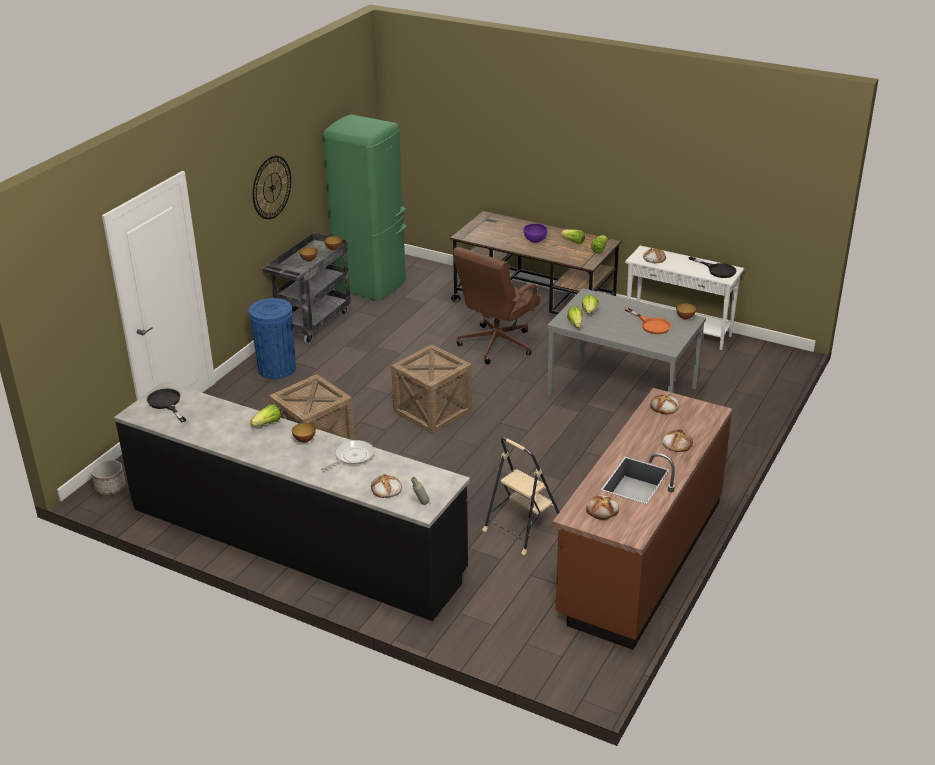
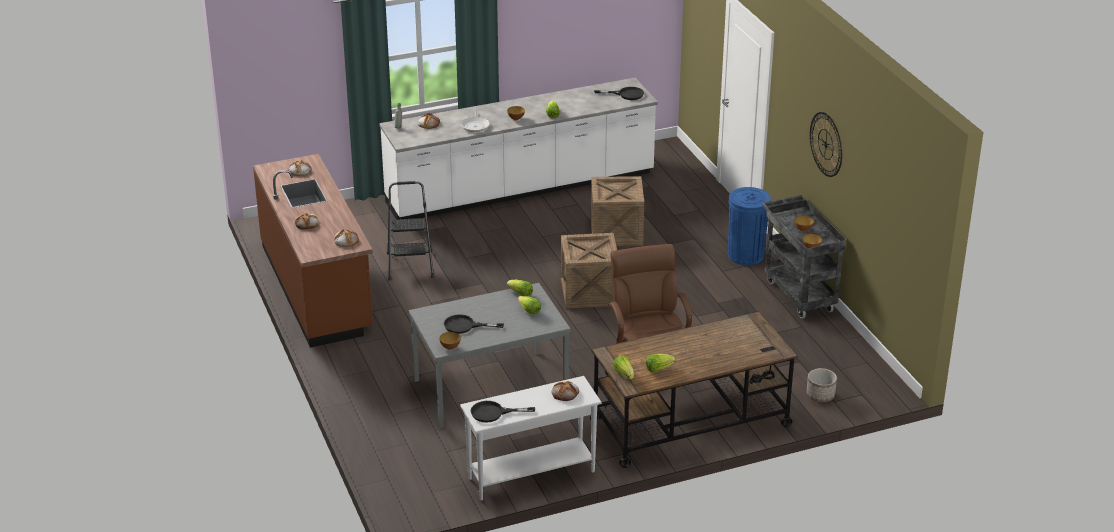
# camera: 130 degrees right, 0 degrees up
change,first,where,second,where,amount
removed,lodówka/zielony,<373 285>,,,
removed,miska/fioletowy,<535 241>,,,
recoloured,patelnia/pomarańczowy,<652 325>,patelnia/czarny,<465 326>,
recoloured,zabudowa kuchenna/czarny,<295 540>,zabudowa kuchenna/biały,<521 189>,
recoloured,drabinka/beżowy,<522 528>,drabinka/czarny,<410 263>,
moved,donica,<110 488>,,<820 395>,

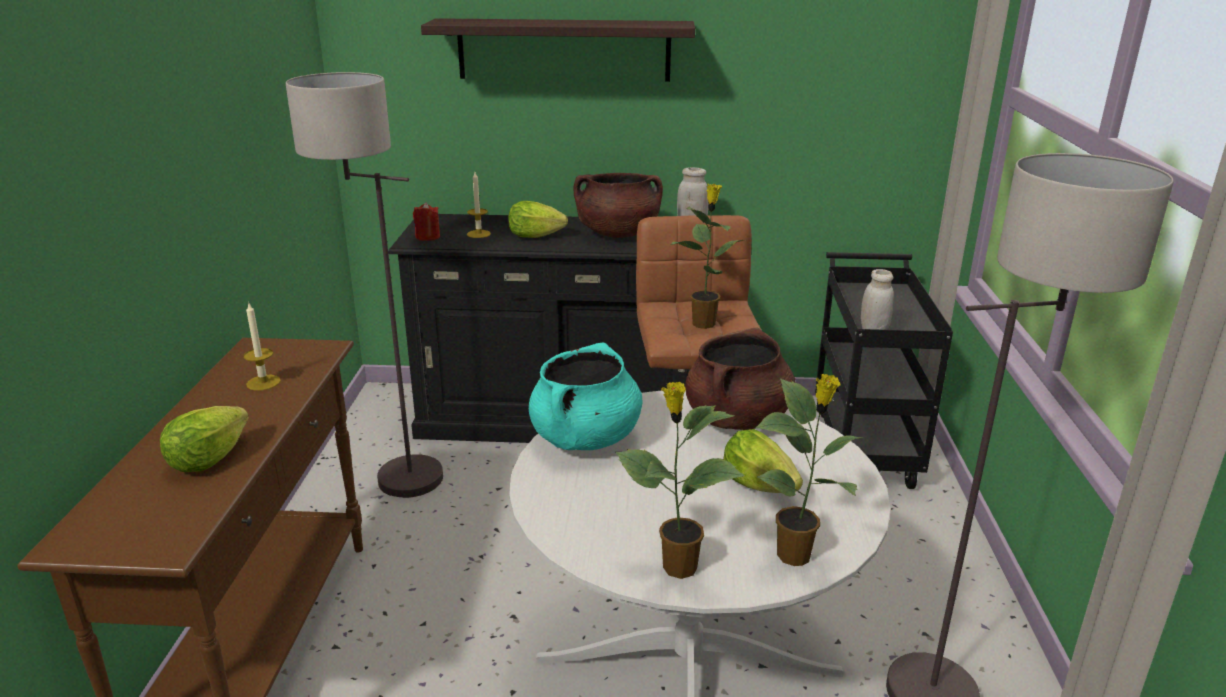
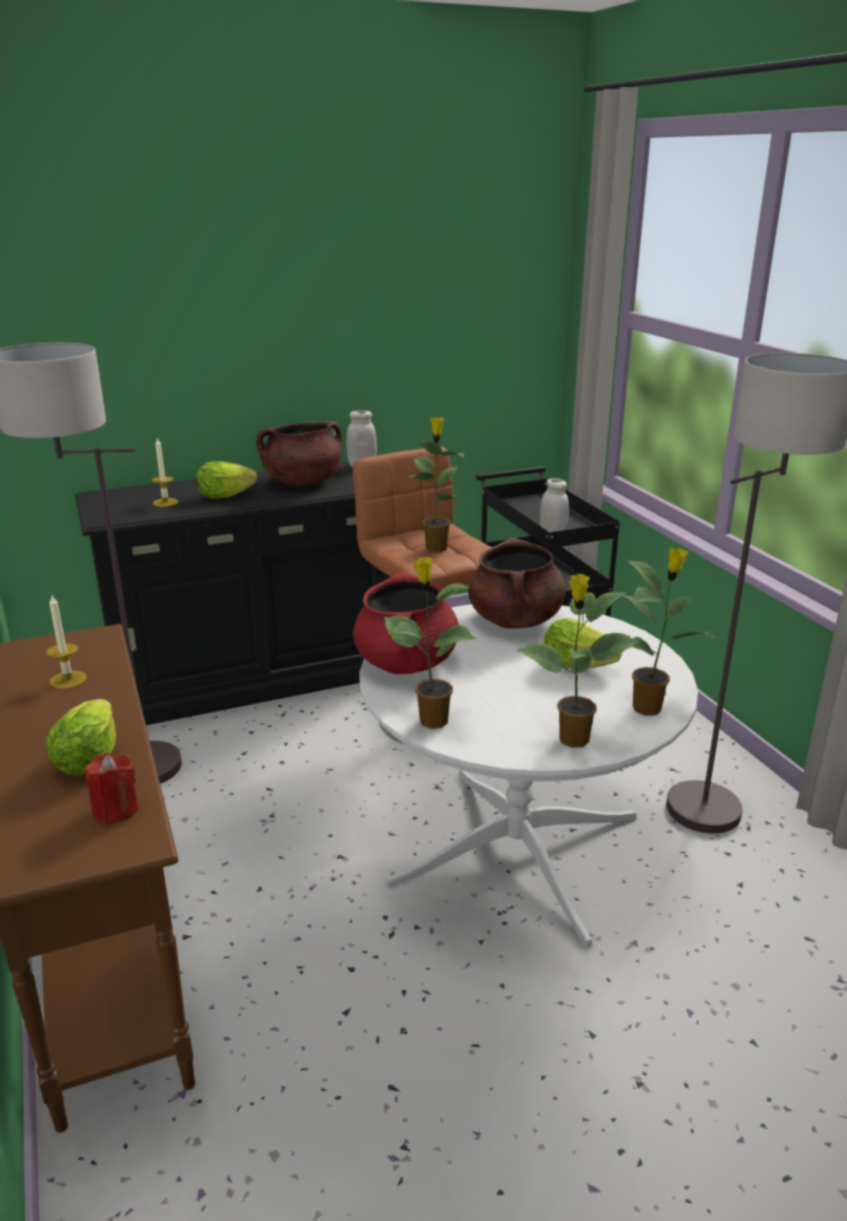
# camera: 25 degrees left, 0 degrees up
change,first,where,second,where,amount
removed,półka,<564 50>,,,
moved,świeca/czerwony,<428 237>,,<115 810>,
recoloured,garnek/turkusowy,<585 438>,garnek/czerwony,<406 663>,
added,,,roślina doniczkowa,<431 721>,

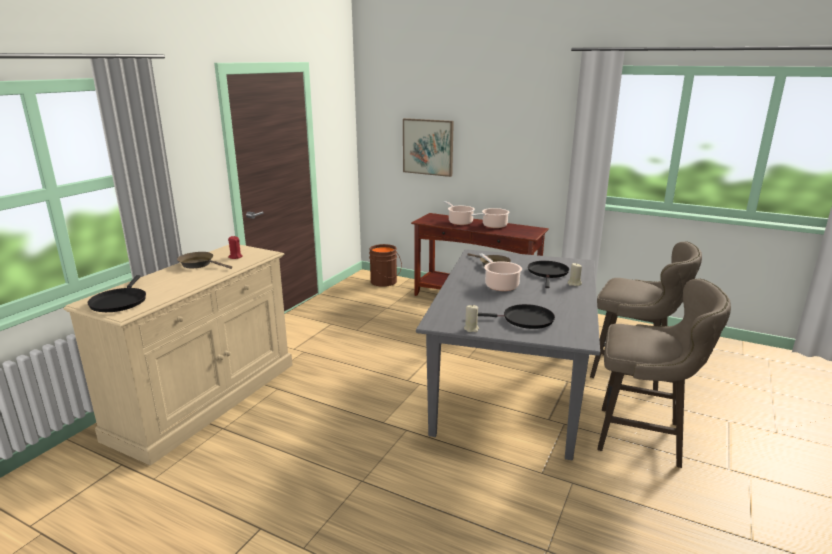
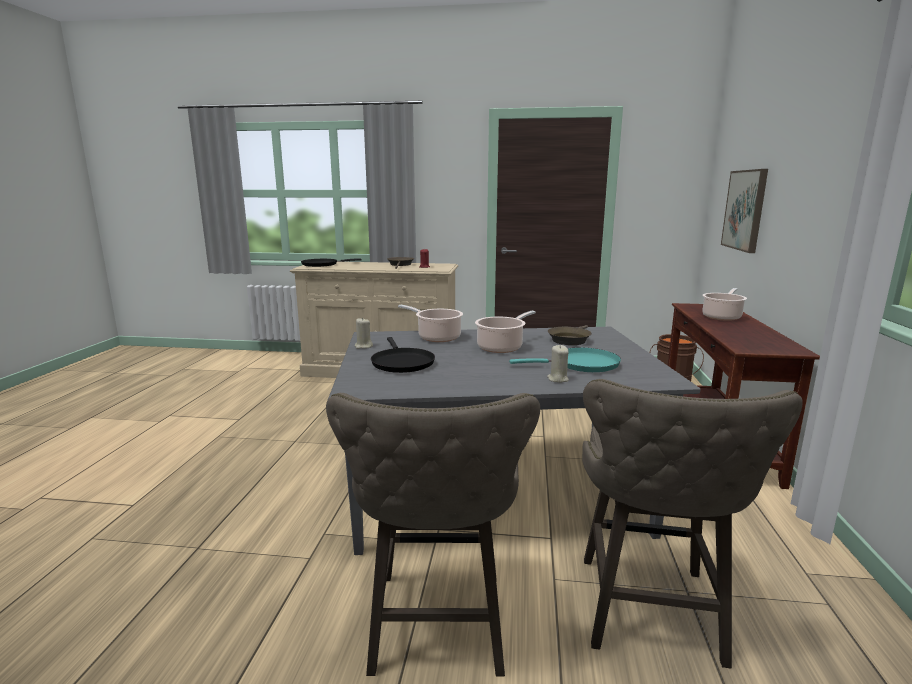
# camera: 70 degrees right, 5 degrees down
change,first,where,second,where,amount
moved,garnek,<493 226>,,<436 337>,
recoloured,patelnia/czarny,<548 273>,patelnia/turkusowy,<581 364>,

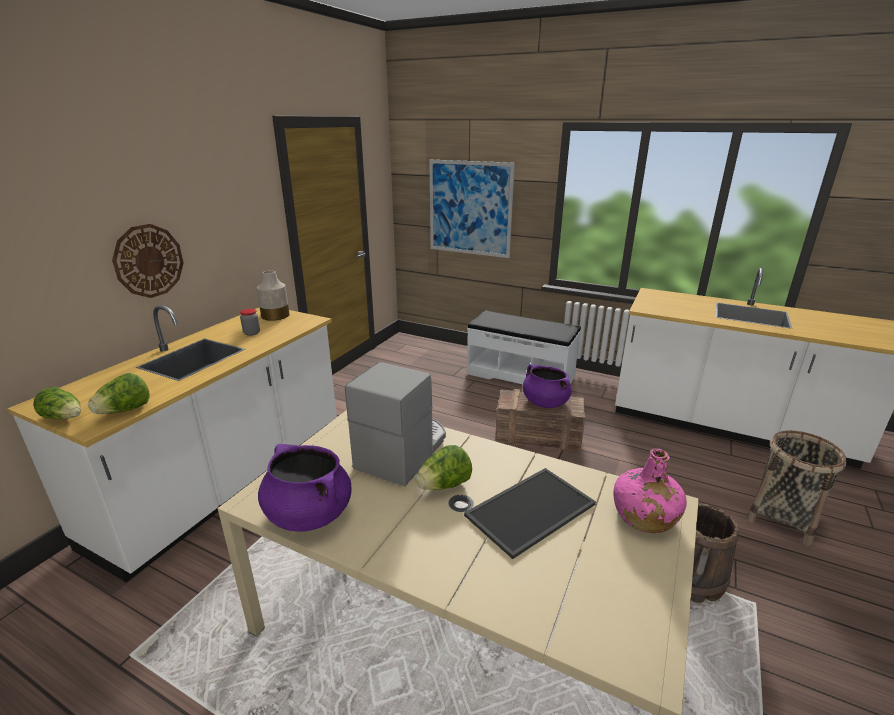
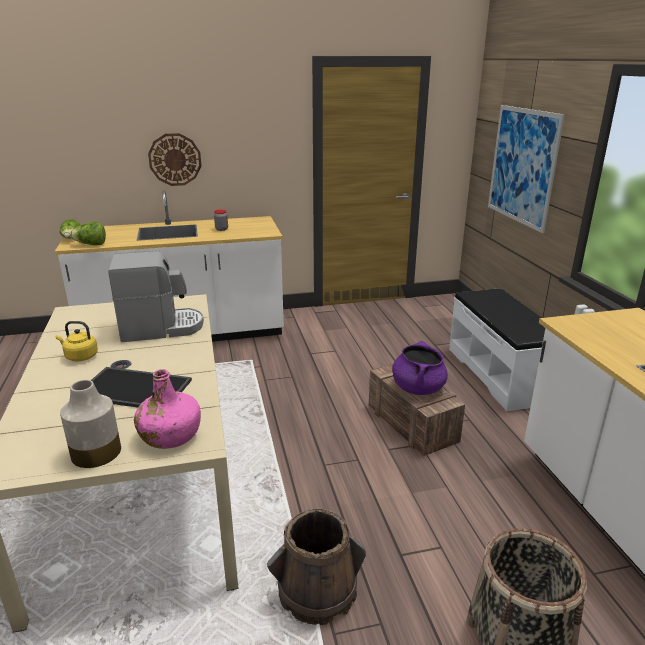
# camera: 50 degrees right, 0 degrees up
change,first,where,second,where,amount
moved,wazon/beżowy,<275 315>,,<96 452>,
removed,garnek/fioletowy,<308 514>,,,
removed,sałata,<444 485>,,,
added,,,czajnik/żółty,<80 356>,

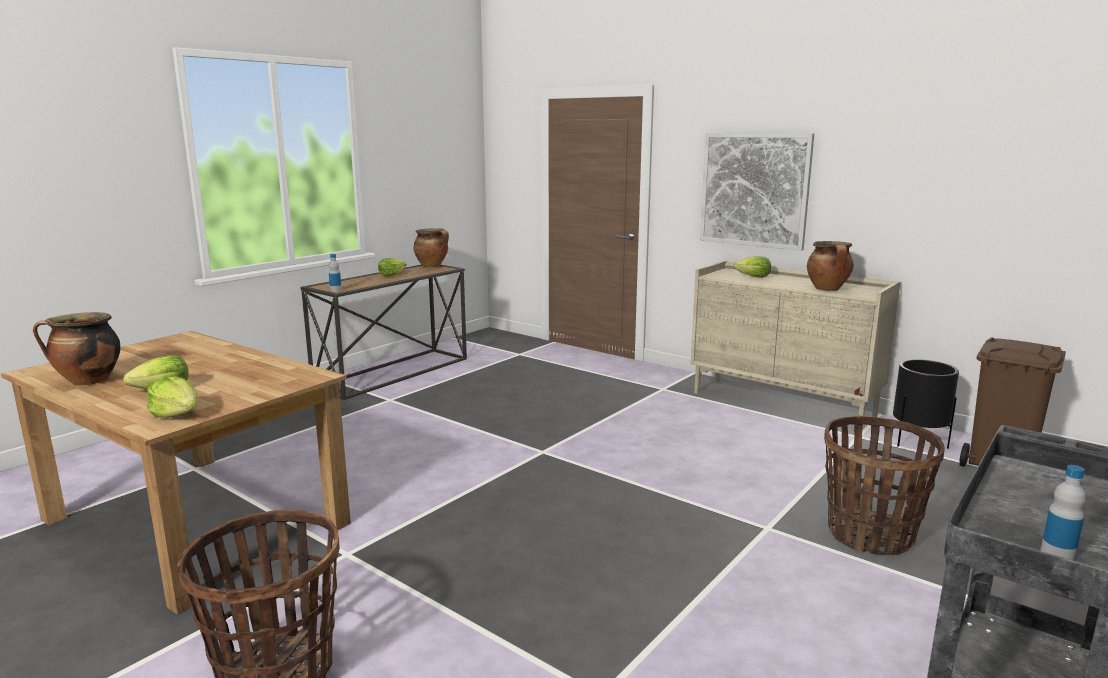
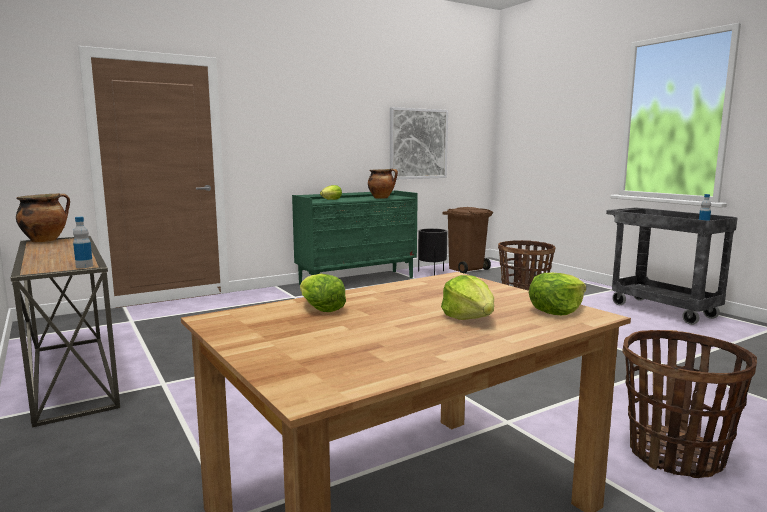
# camera: 70 degrees left, 5 degrees down
change,first,where,second,where,amount
moved,obraz,<754 190>,,<418 144>,
moved,sałata,<391 275>,,<320 308>,
recoloured,szafka/beżowy,<783 404>,szafka/zielony,<357 280>,
removed,garnek,<87 381>,,,

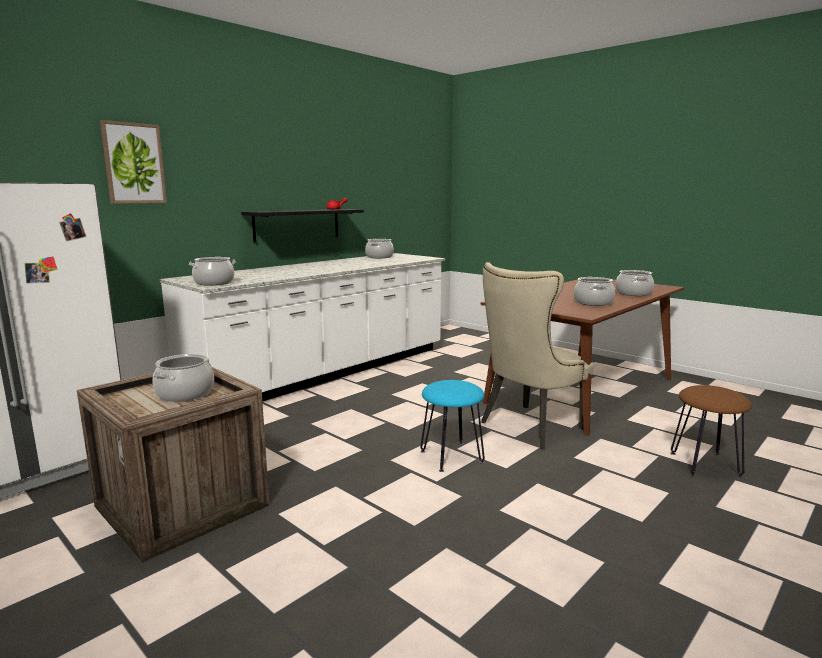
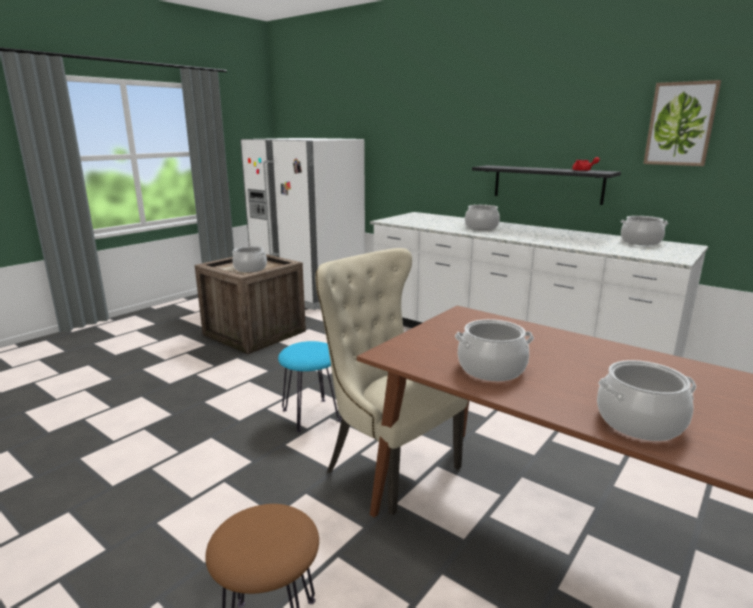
# camera: 85 degrees right, 5 degrees up
change,first,where,second,where,amount
moved,obraz,<134 163>,,<680 124>,
moved,garnek,<214 283>,,<481 227>,

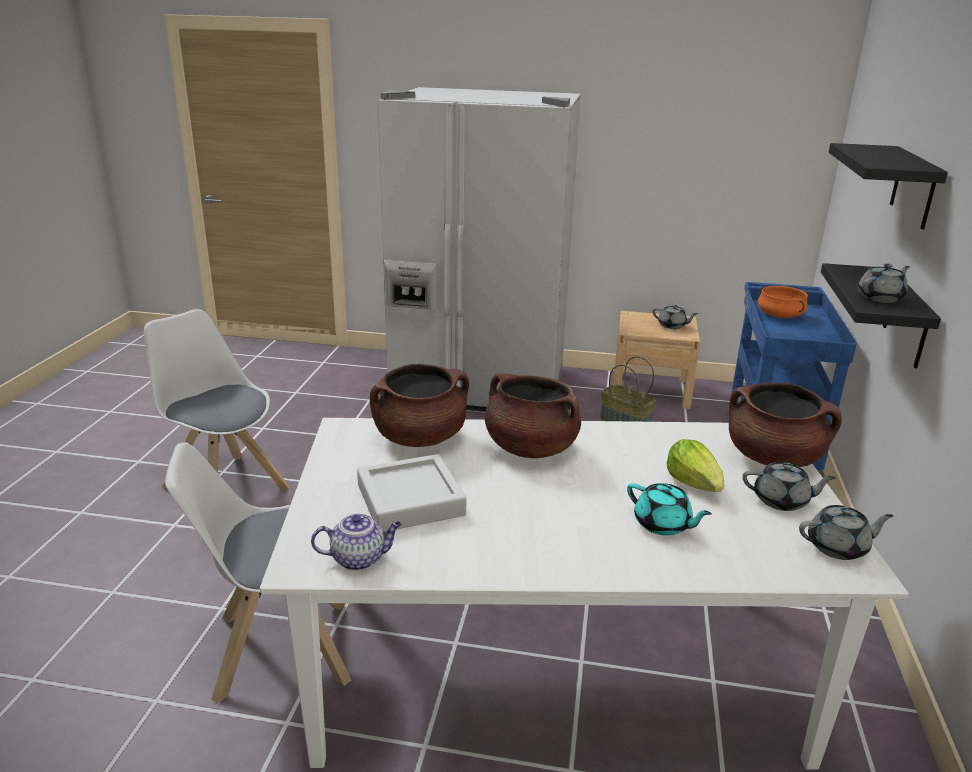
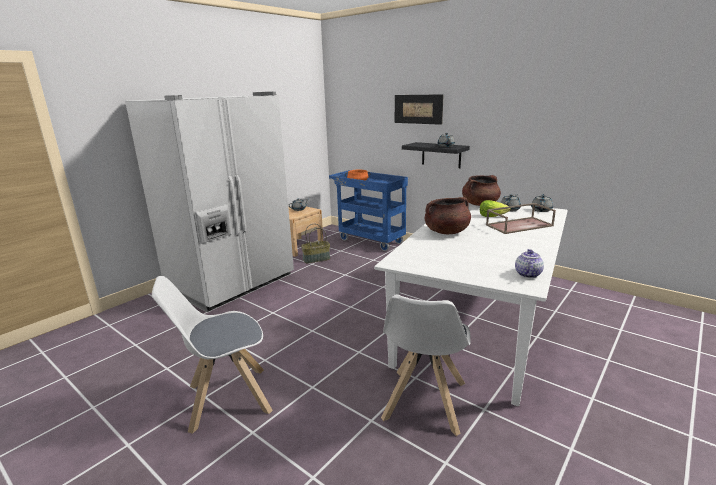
# camera: 60 degrees left, 5 degrees down
change,first,where,second,where,amount
replaced,półka/czarny,<913 187>,obraz,<418 109>,
removed,garnek/brązowy,<420 437>,,,
removed,taca/szary,<410 500>,,,
replaced,imbryk/turkusowy,<663 525>,taca/brązowy,<519 225>,

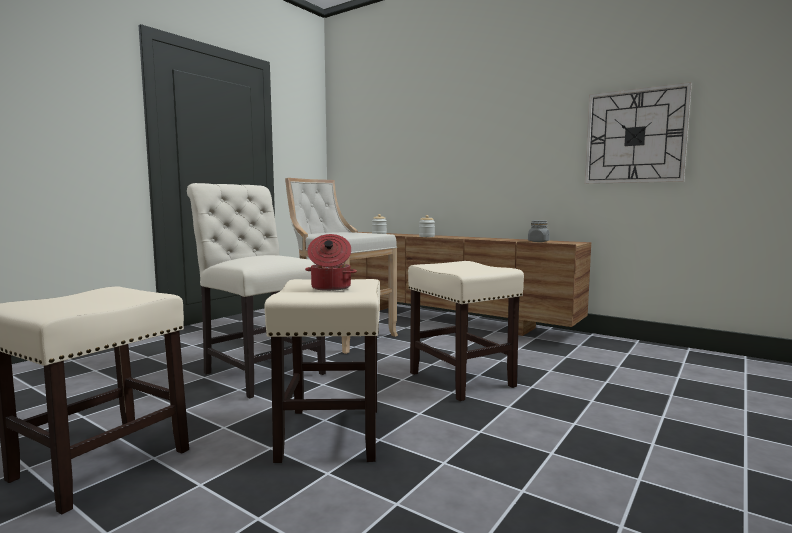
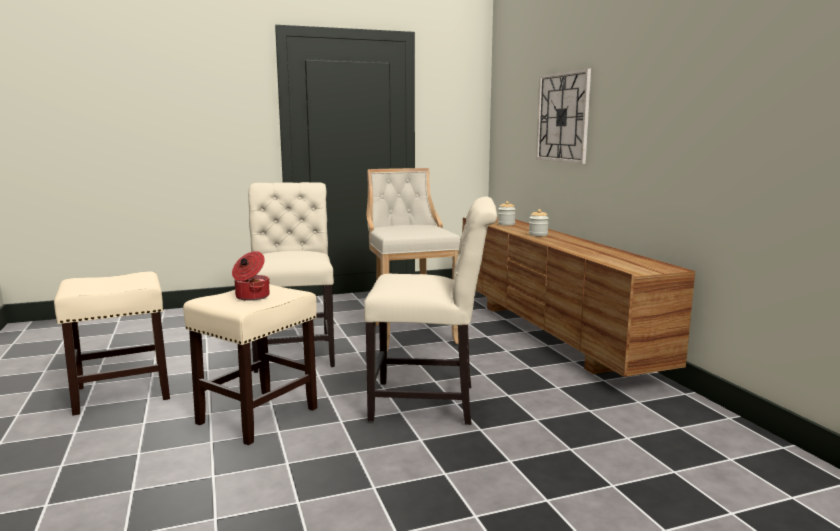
# camera: 35 degrees right, 5 degrees up
change,first,where,second,where,amount
moved,zegar ścienny,<635 136>,,<563 117>,
removed,słoik/szary,<538 241>,,,
replaced,stołek/beżowy,<462 380>,krzesło/beżowy,<431 404>,

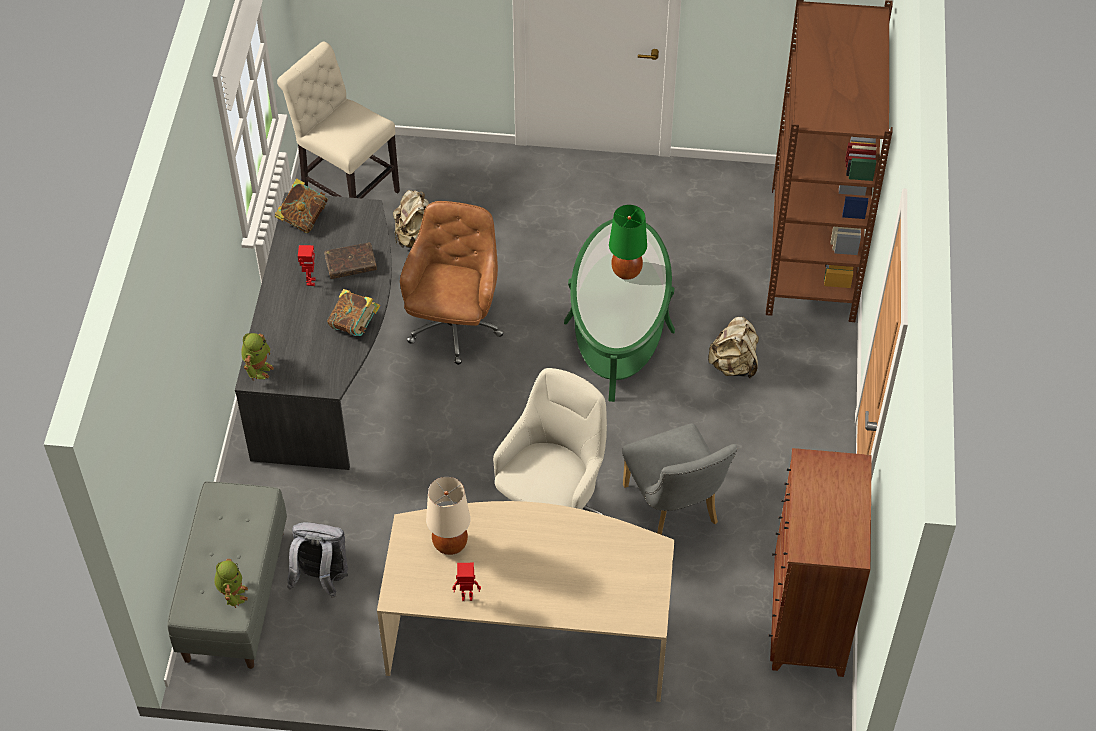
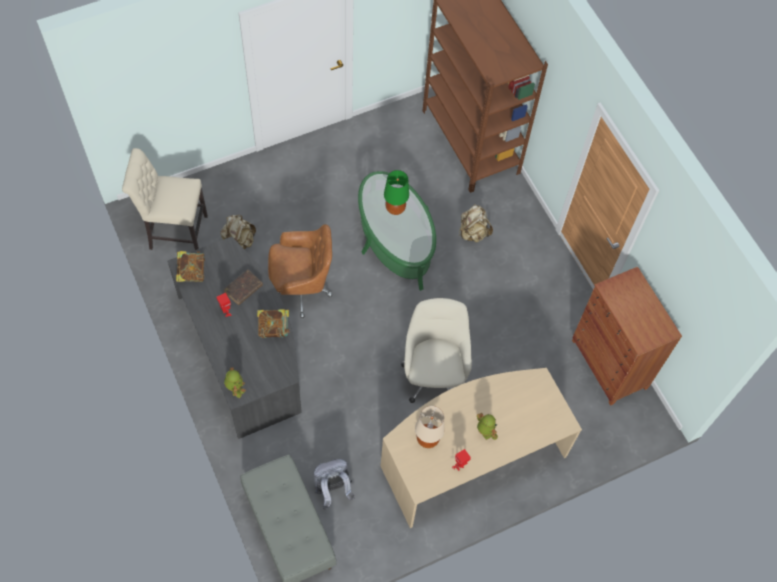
# camera: 35 degrees left, 10 degrees up
change,first,where,second,where,amount
turned,krzesło biurowe/brązowy,<455 327>,,<301 289>,105 degrees clockwise
removed,krzesło/szary,<674 510>,,,
moved,robot zabawkowy,<232 594>,,<484 432>,

